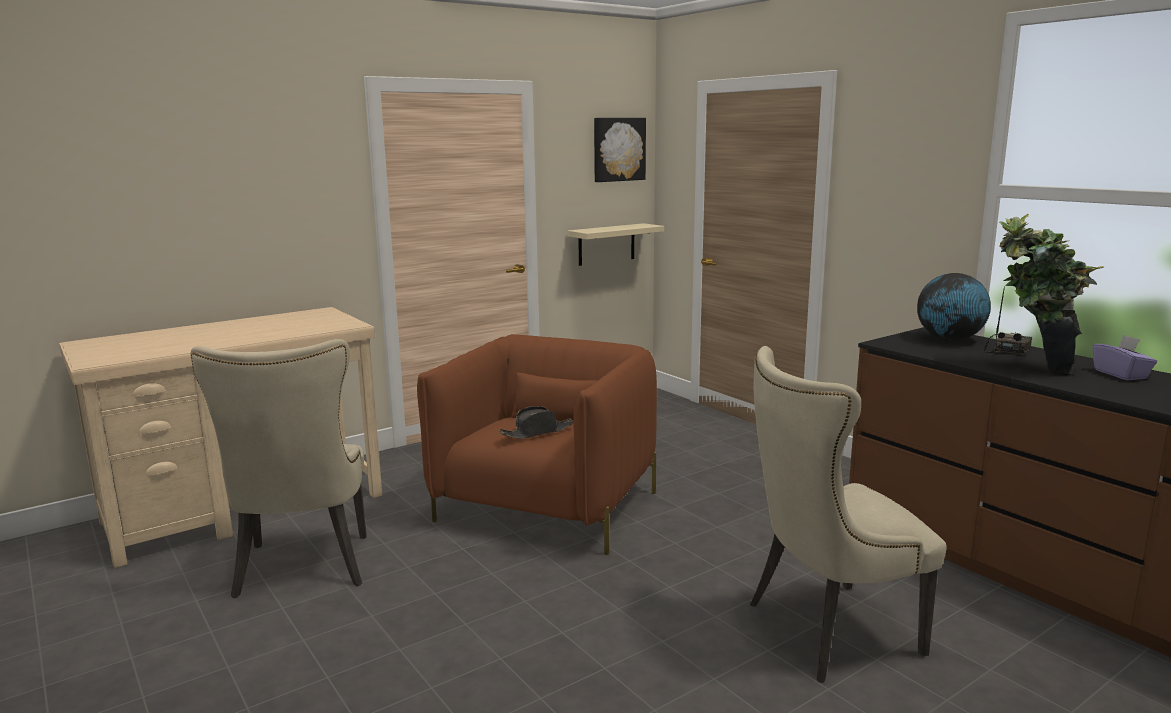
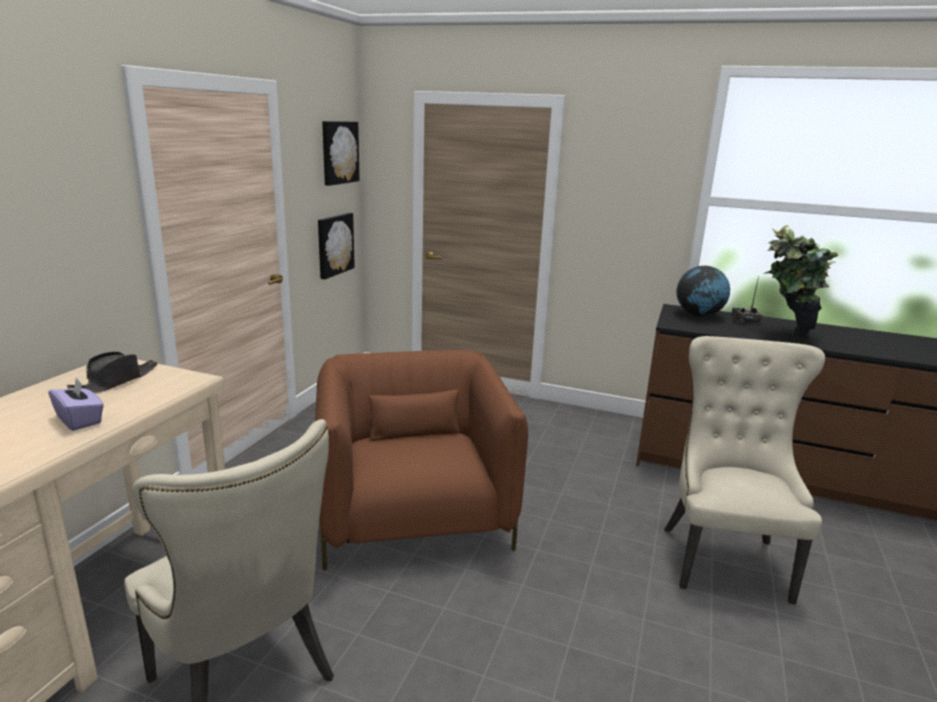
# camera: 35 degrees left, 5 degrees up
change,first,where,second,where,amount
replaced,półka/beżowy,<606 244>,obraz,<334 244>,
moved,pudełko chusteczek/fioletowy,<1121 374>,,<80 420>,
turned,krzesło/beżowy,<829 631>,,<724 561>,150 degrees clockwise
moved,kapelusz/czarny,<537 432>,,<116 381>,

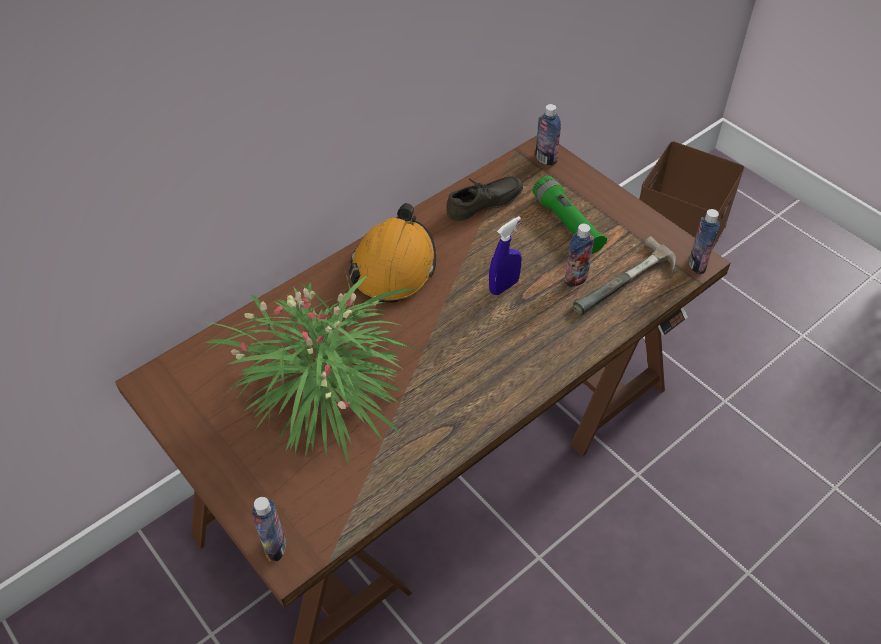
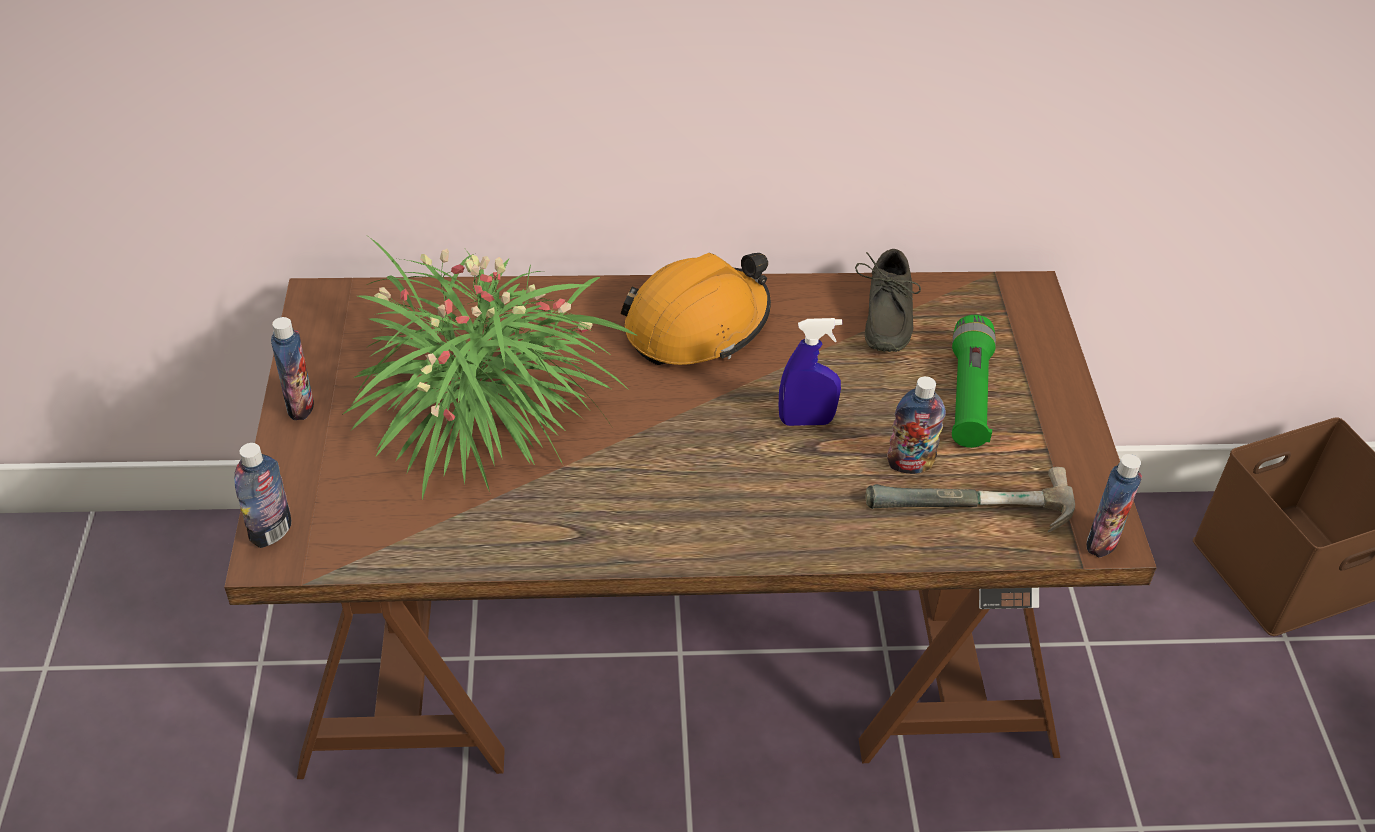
# camera: 35 degrees right, 5 degrees down
change,first,where,second,where,amount
moved,butelka,<545 159>,,<300 406>,
turned,but/szary,<485 206>,,<882 318>,90 degrees clockwise

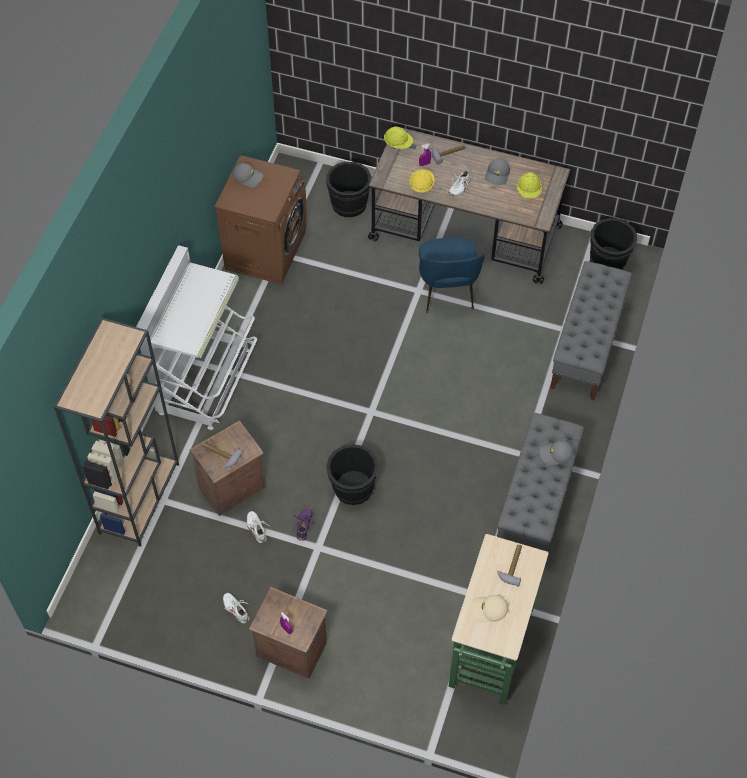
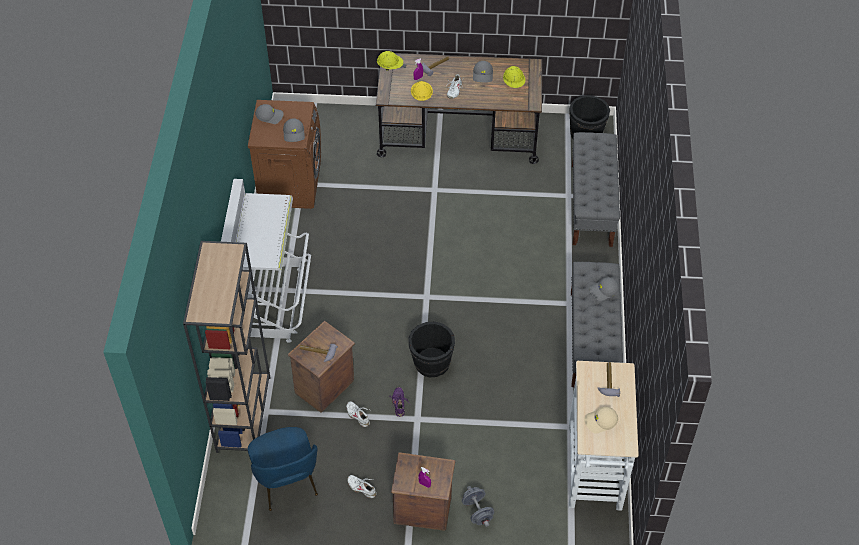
# camera: 15 degrees left, 5 degrees down
change,first,where,second,where,amount
removed,wiadro/czarny,<349 204>,,,
moved,krzesło/niebieski,<447 296>,,<287 487>,
recoloured,wózek/zielony,<490 650>,wózek/biały,<594 469>,
added,,,czapka z daszkiem/szary,<294 133>,
added,,,hantel/szary,<477 512>,

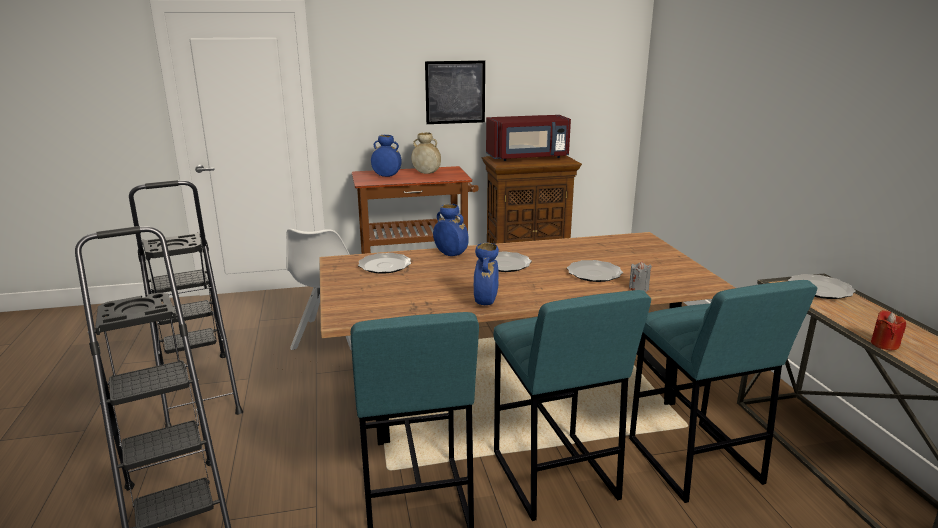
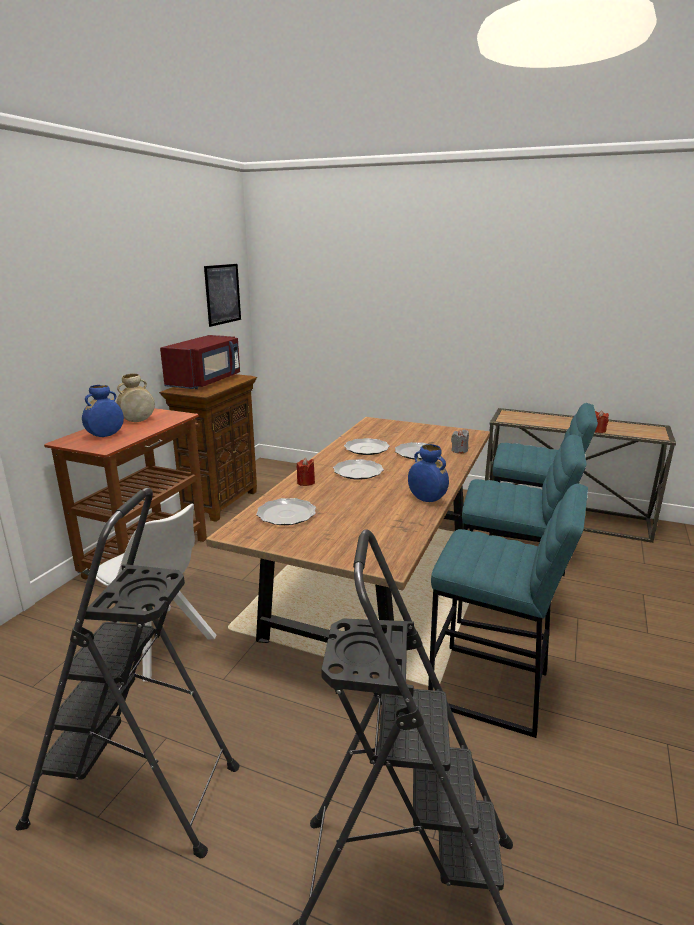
# camera: 55 degrees left, 0 degrees up
change,first,where,second,where,amount
moved,obraz,<455 92>,,<222 294>,
replaced,wazon/niebieski,<451 255>,świeca/czerwony,<306 482>,
moved,talerz,<820 289>,,<367 449>,

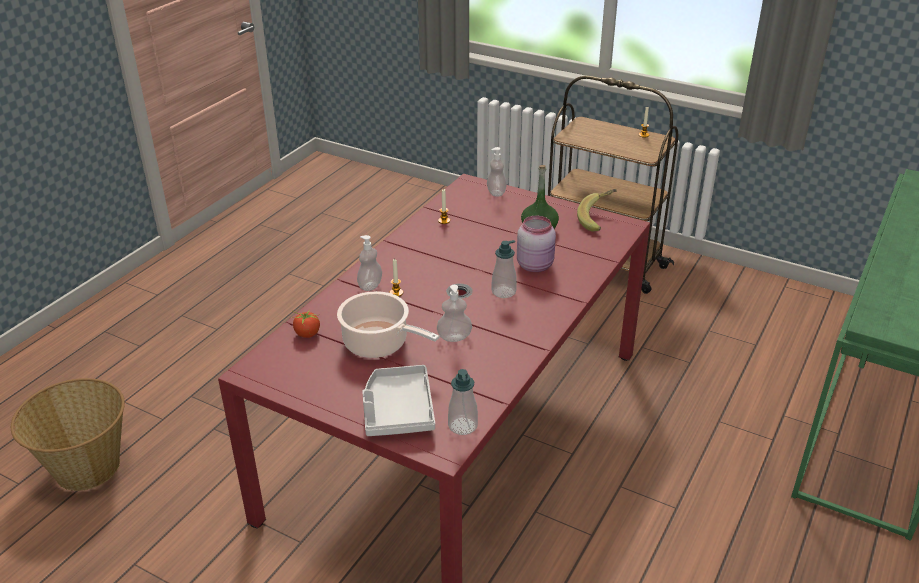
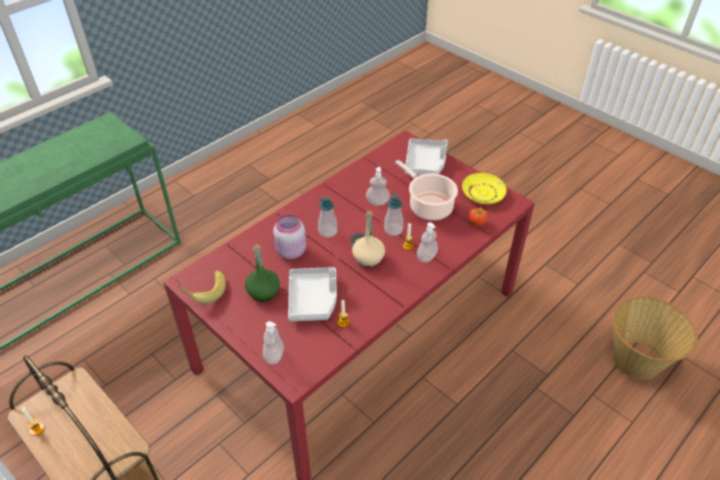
# camera: 165 degrees left, 10 degrees up
change,first,where,second,where,amount
moved,dozownik mydła,<462 425>,,<393 230>,
added,,,talerz/żółty,<483 193>,
added,,,butelka/beżowy,<368 258>,
added,,,taca/szary,<313 299>,

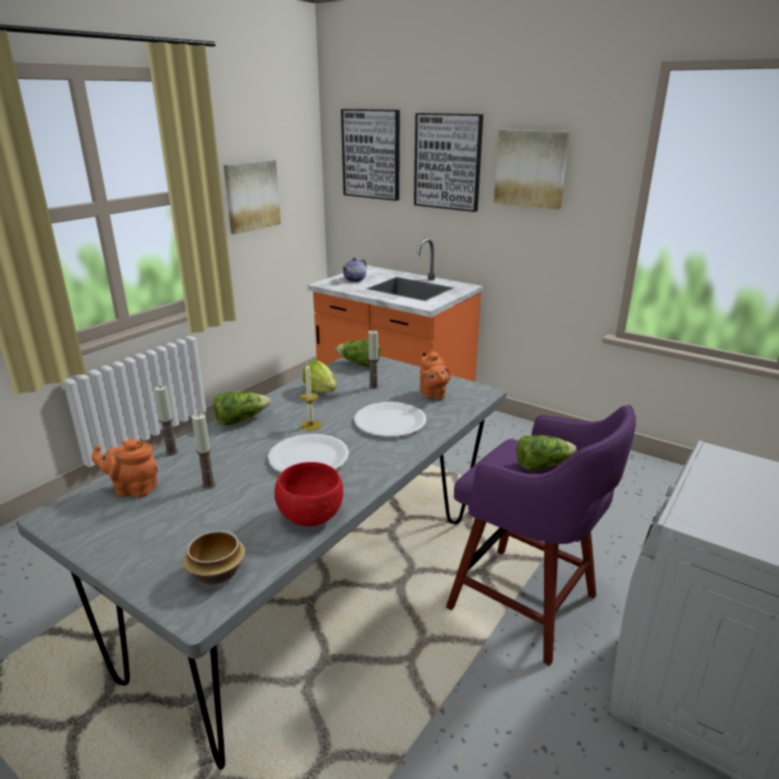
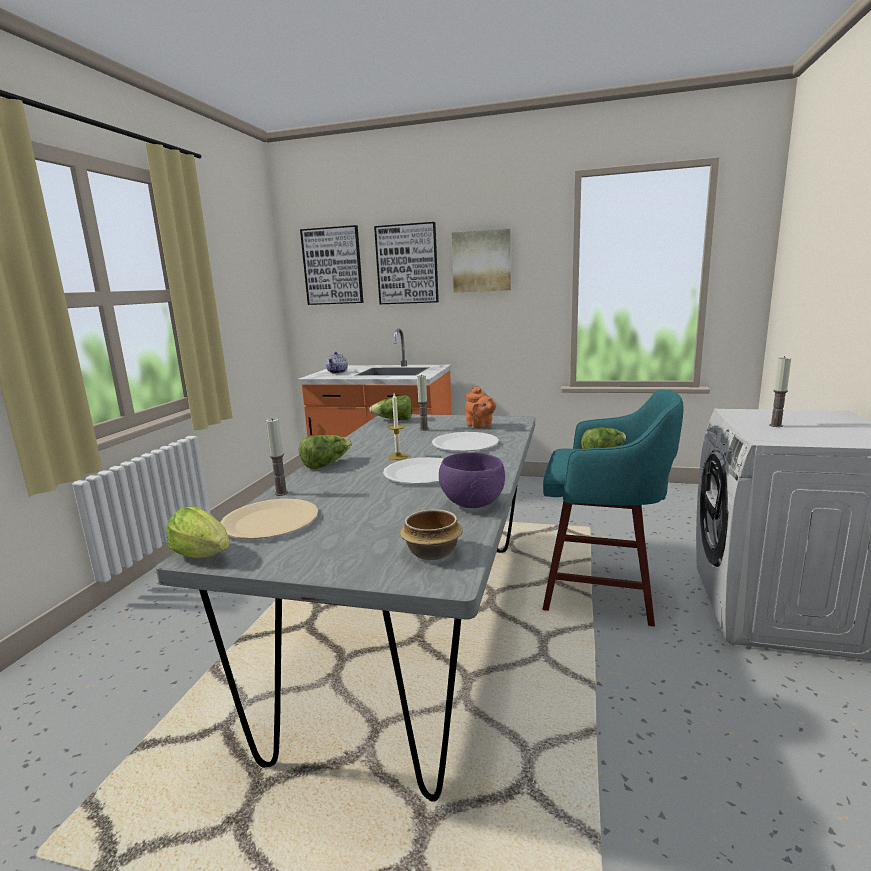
# camera: 20 degrees left, 10 degrees down
change,first,where,second,where,amount
removed,obraz,<251 196>,,,
moved,sałata,<322 392>,,<205 556>,
recoloured,stołek/fioletowy,<526 604>,stołek/turkusowy,<603 591>,
moved,świeca,<208 485>,,<776 425>,
replaced,imbryk/pomarańczowy,<133 489>,talerz/beżowy,<270 521>,
recoloured,miska/czerwony,<310 517>,miska/fioletowy,<472 504>,

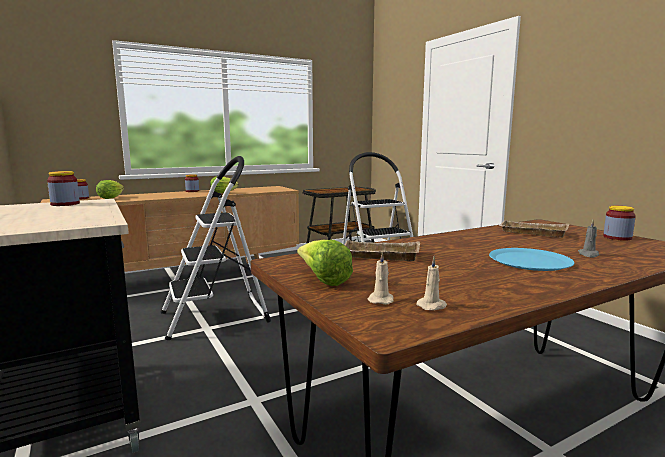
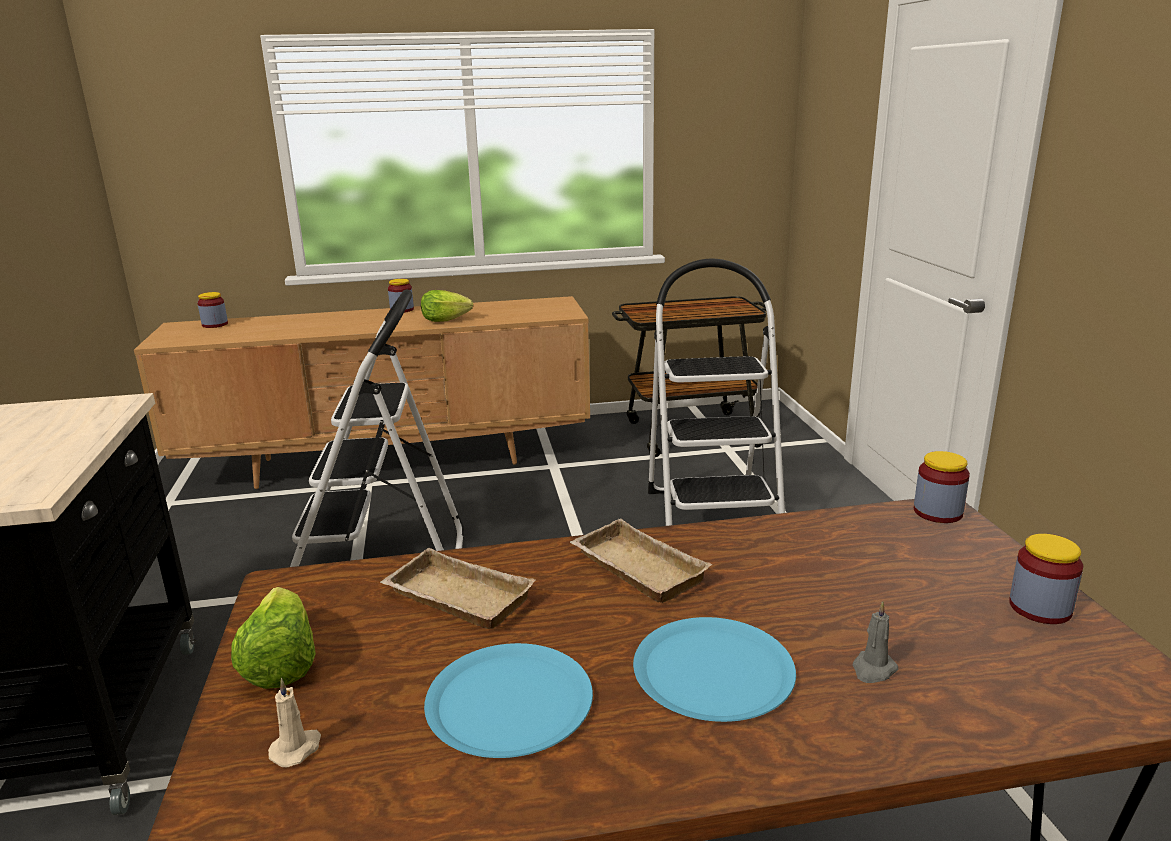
# camera: 20 degrees right, 10 degrees up
change,first,where,second,where,amount
moved,słoik,<65 204>,,<937 512>,
removed,sałata,<110 198>,,,
moved,taca/beżowy,<531 233>,,<634 569>,
removed,świeca/beżowy,<432 306>,,,
added,,,talerz/niebieski,<509 701>,

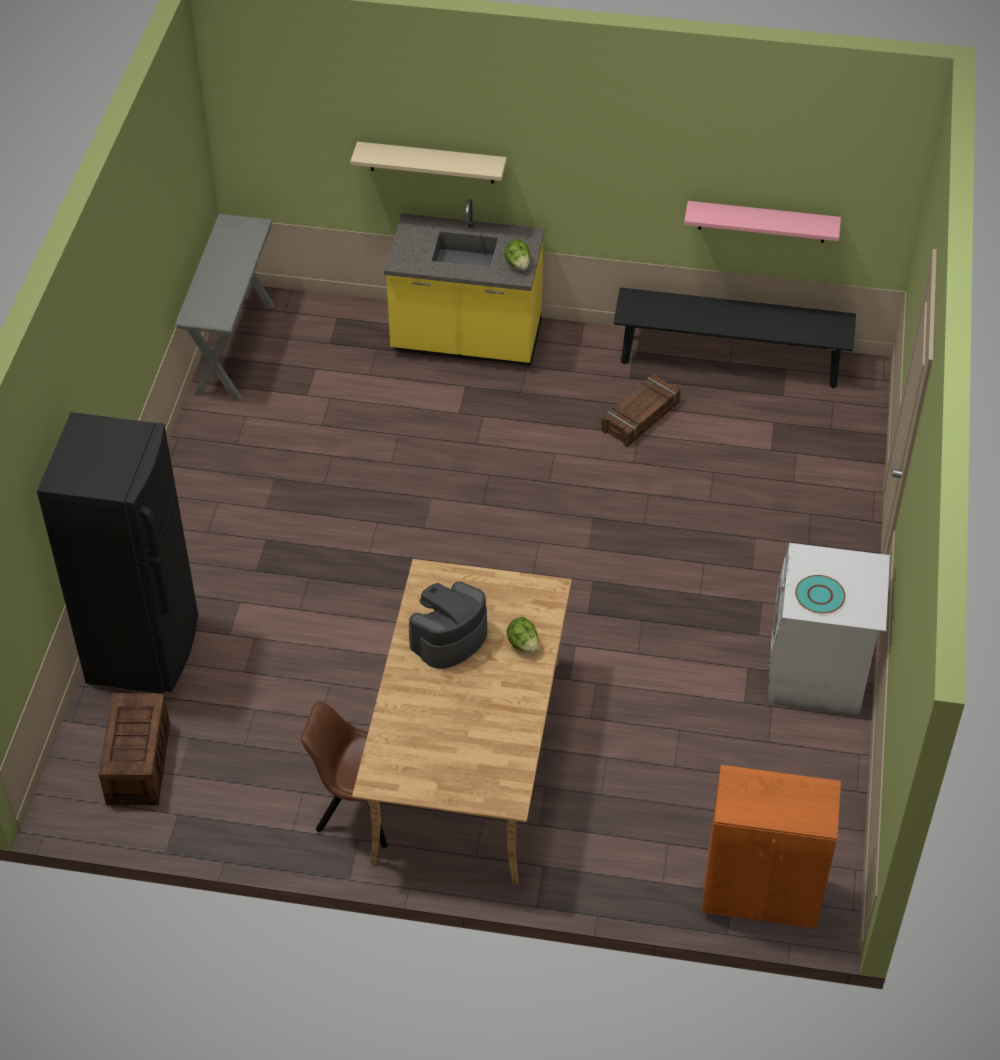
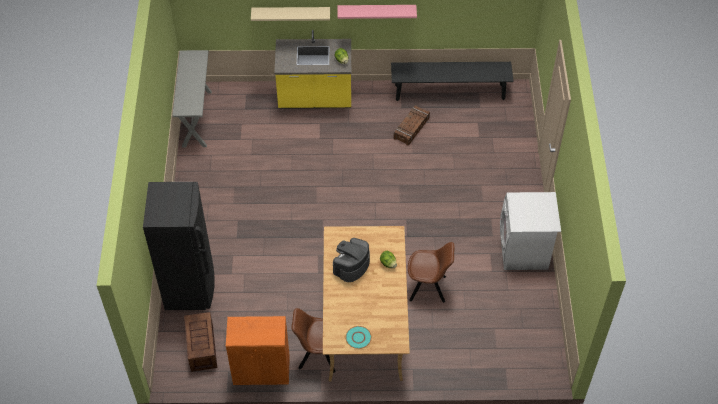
# camera: 10 degrees left, 5 degrees up
change,first,where,second,where,amount
moved,półka/różowy,<762 222>,,<376 11>,
moved,talerz/turkusowy,<819 595>,,<358 338>,
moved,szafka/pomarańczowy,<758 897>,,<261 373>,
added,,,krzesło/brązowy,<428 288>,

